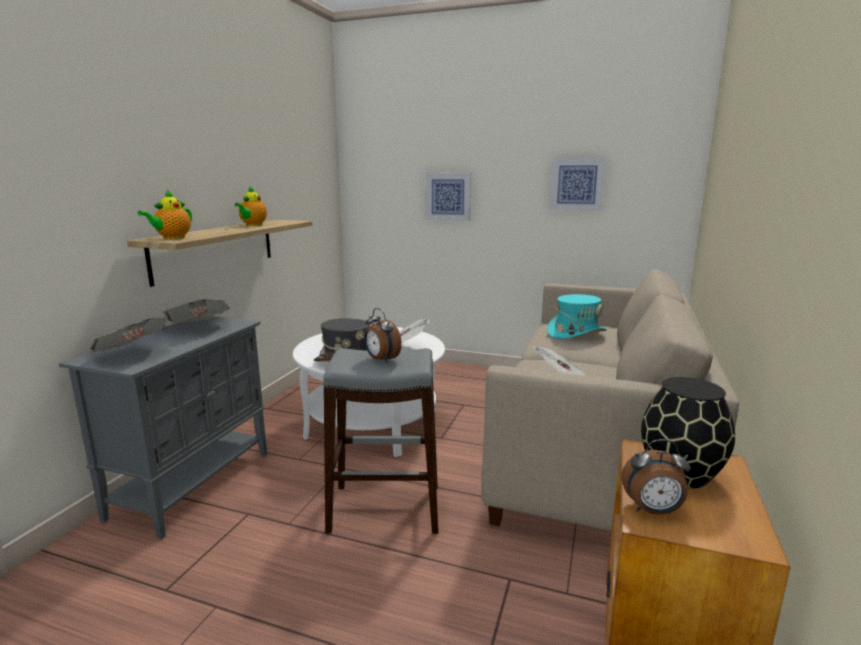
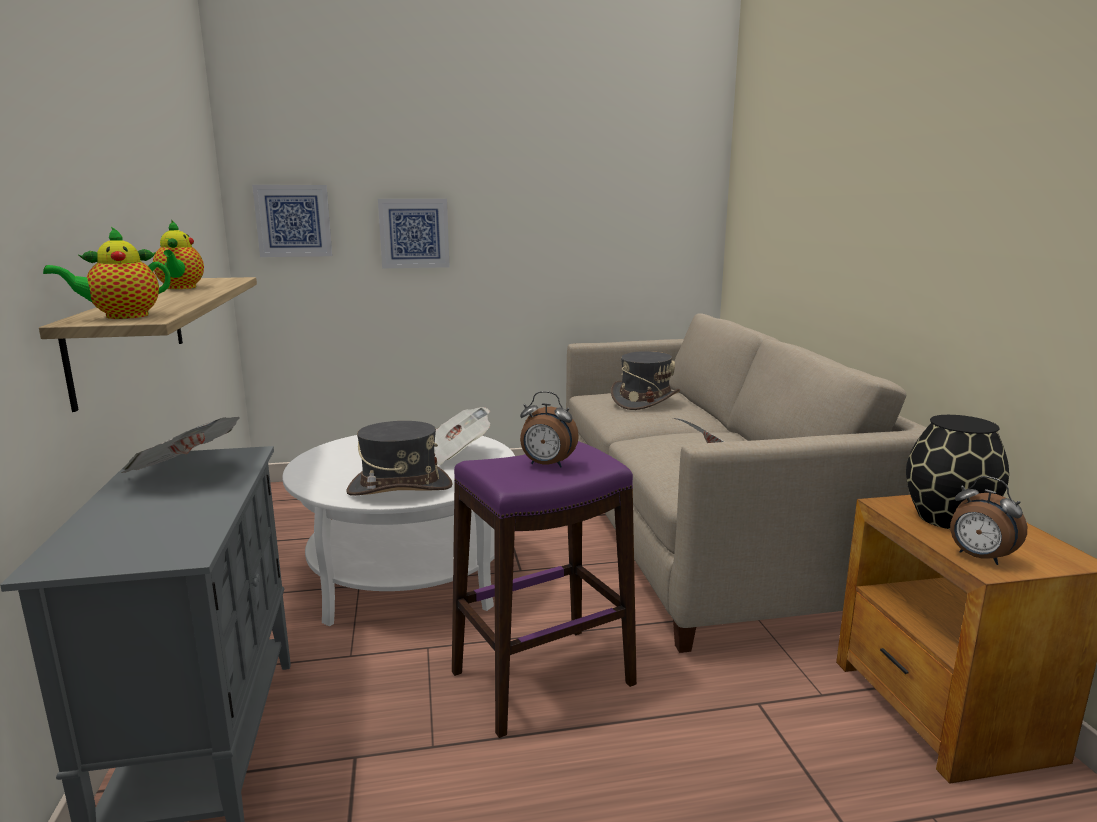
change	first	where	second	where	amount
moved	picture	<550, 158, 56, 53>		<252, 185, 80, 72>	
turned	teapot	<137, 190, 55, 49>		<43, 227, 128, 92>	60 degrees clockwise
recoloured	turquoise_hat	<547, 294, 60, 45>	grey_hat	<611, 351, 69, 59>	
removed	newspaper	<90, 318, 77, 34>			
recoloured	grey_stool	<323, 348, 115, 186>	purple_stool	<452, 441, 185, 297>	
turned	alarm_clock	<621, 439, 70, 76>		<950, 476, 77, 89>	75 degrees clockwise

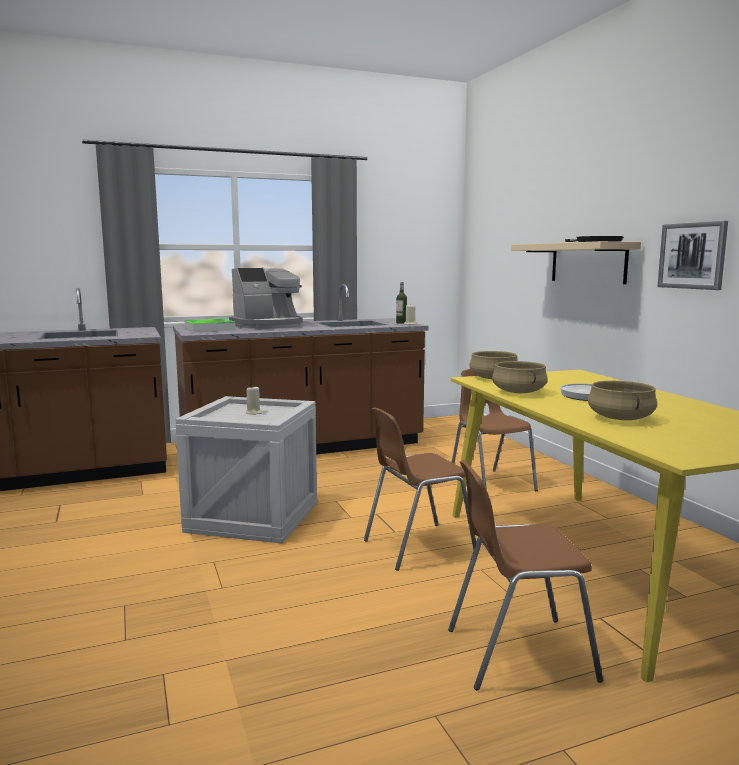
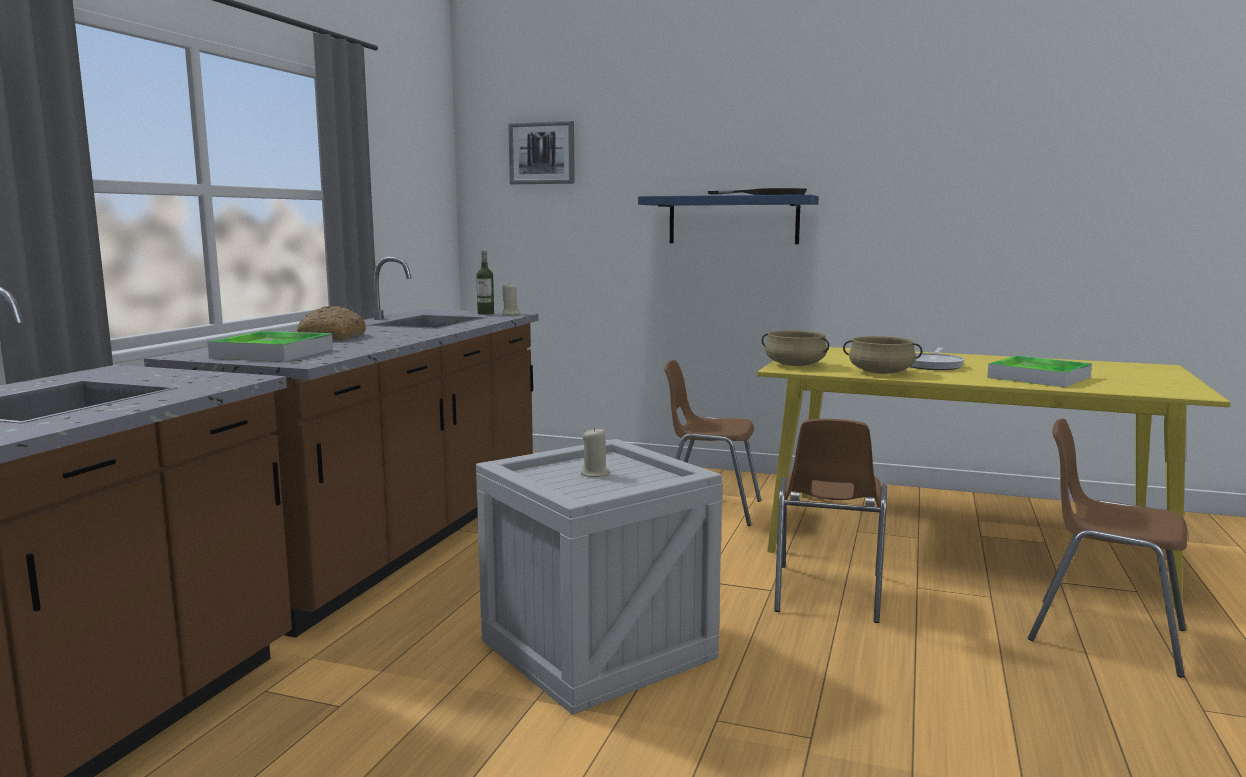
change	first	where	second	where	amount
moved	picture	<657, 221, 71, 69>		<508, 121, 67, 63>	
recoloured	beige_shelf	<511, 241, 130, 43>	blue_shelf	<638, 195, 181, 49>	
replaced	coffee_machine	<229, 268, 74, 61>	bread	<297, 306, 69, 34>	
replaced	beige_cooking_pot	<588, 381, 69, 39>	tray	<987, 356, 105, 32>	
turned	brown_chair	<448, 460, 155, 231>		<1028, 419, 160, 259>	90 degrees clockwise

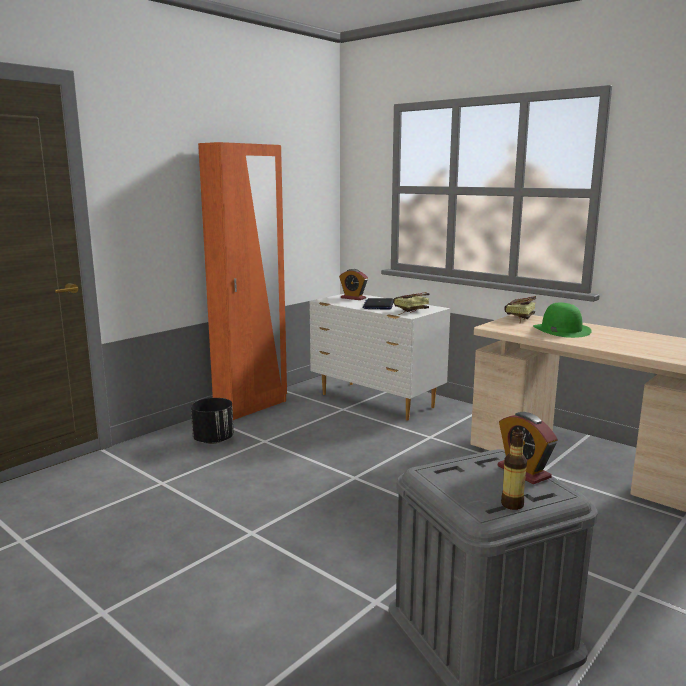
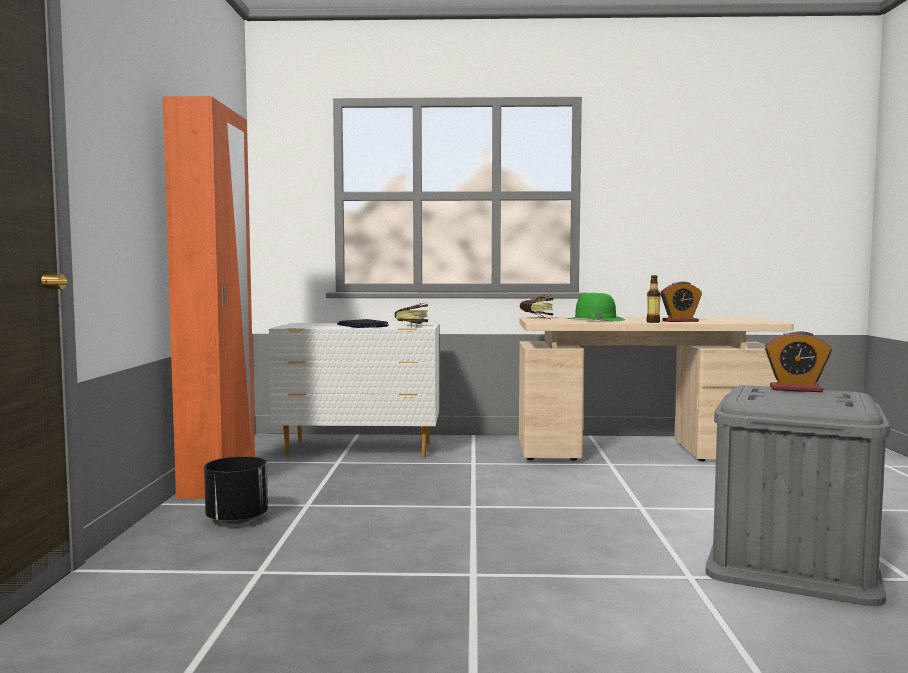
change	first	where	second	where	amount
moved	alarm_clock	<339, 269, 29, 31>		<661, 282, 41, 40>	
moved	bottle	<501, 429, 26, 81>		<646, 275, 14, 48>	

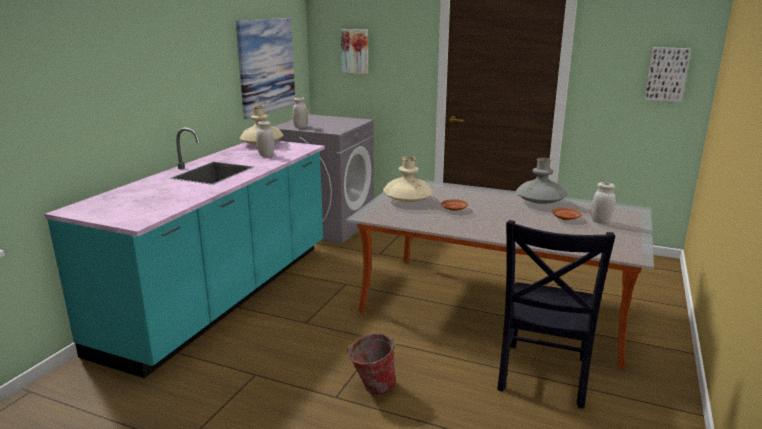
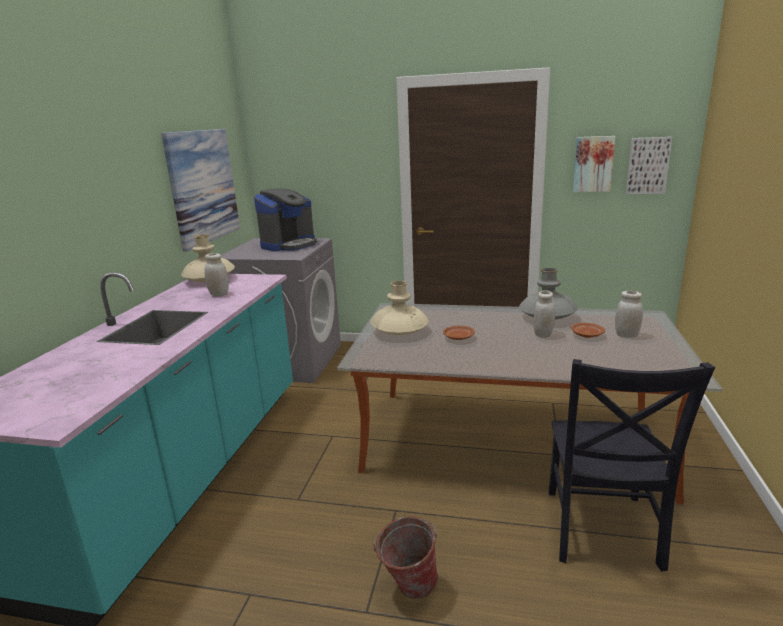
change	first	where	second	where	amount
moved	picture	<341, 29, 27, 45>		<573, 136, 42, 56>	
moved	white_jar	<293, 97, 15, 31>		<534, 290, 21, 48>	
added			coffee_machine	<254, 189, 63, 63>	

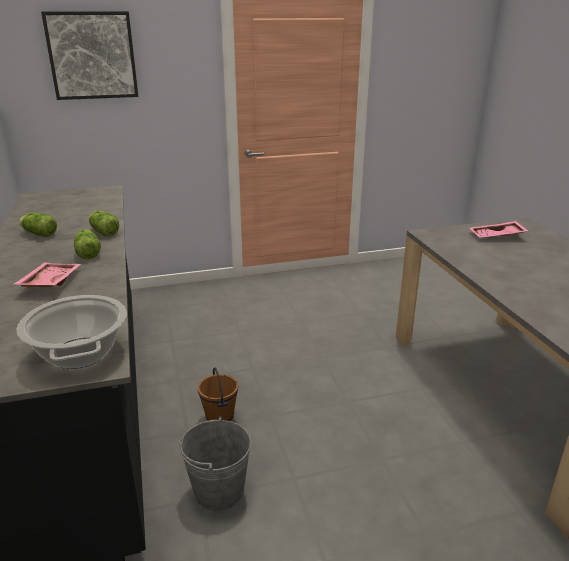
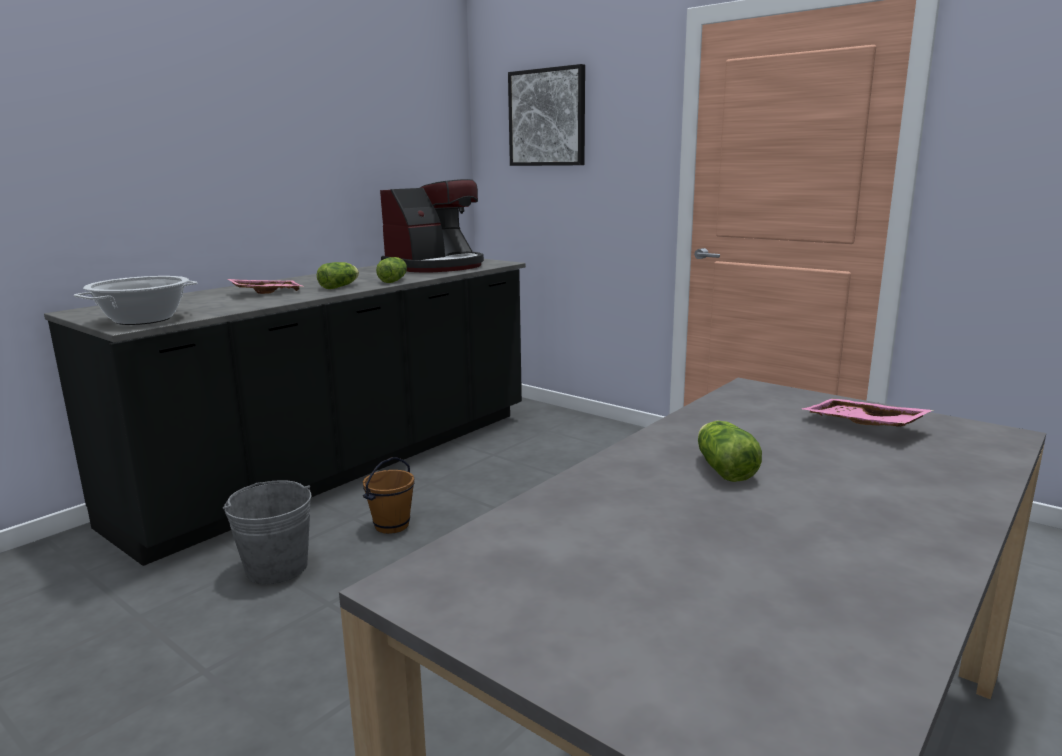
change	first	where	second	where	amount
moved	lettuce	<19, 213, 38, 24>		<698, 421, 64, 61>	
added			coffee_machine	<380, 179, 104, 93>	

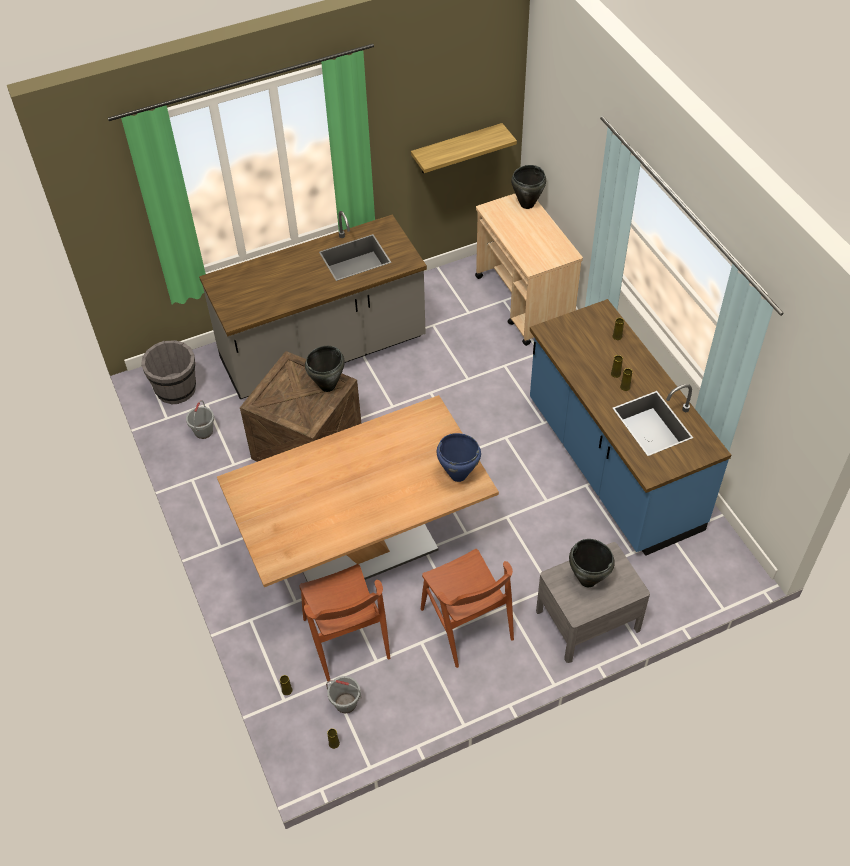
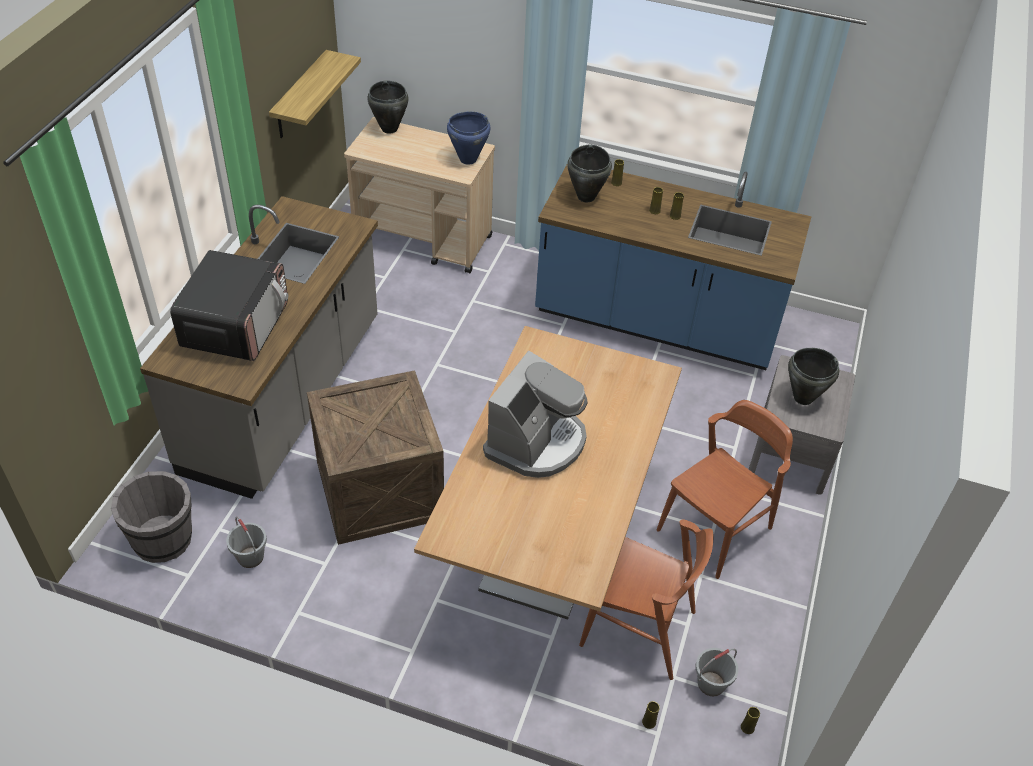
change	first	where	second	where	amount
moved	black_cooking_pot	<305, 346, 40, 46>		<567, 145, 45, 57>	
moved	blue_cooking_pot	<437, 433, 44, 49>		<447, 112, 44, 53>	
turned	brown_chair	<421, 549, 93, 119>		<657, 400, 136, 179>	60 degrees counterclockwise
added			microwave	<170, 250, 118, 111>	
added			coffee_machine	<483, 351, 105, 127>	

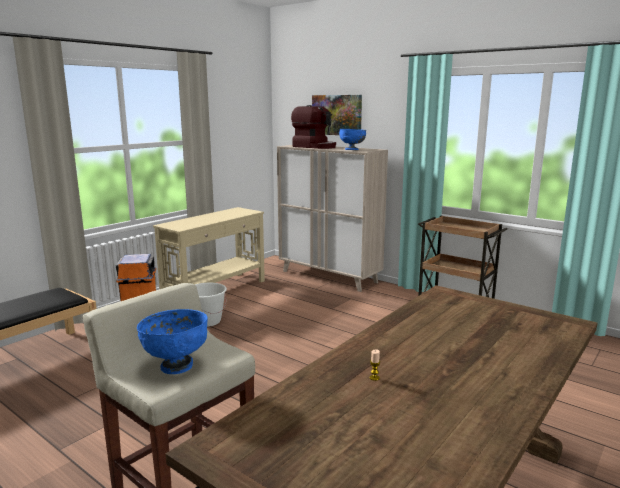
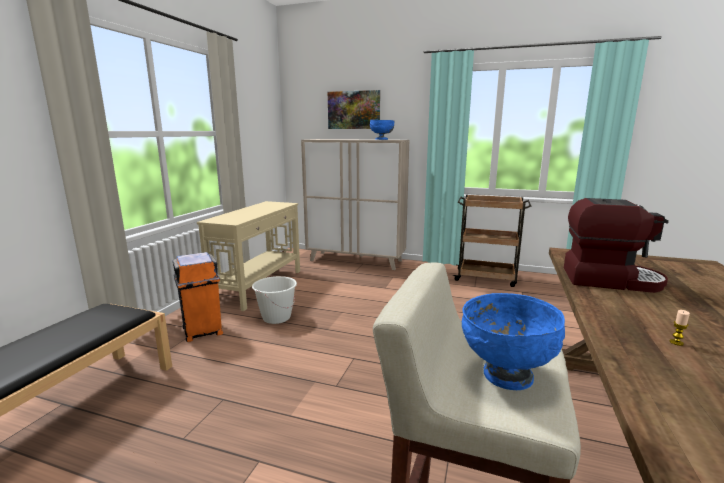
change	first	where	second	where	amount
moved	coffee_machine	<291, 105, 45, 44>		<564, 198, 105, 95>	

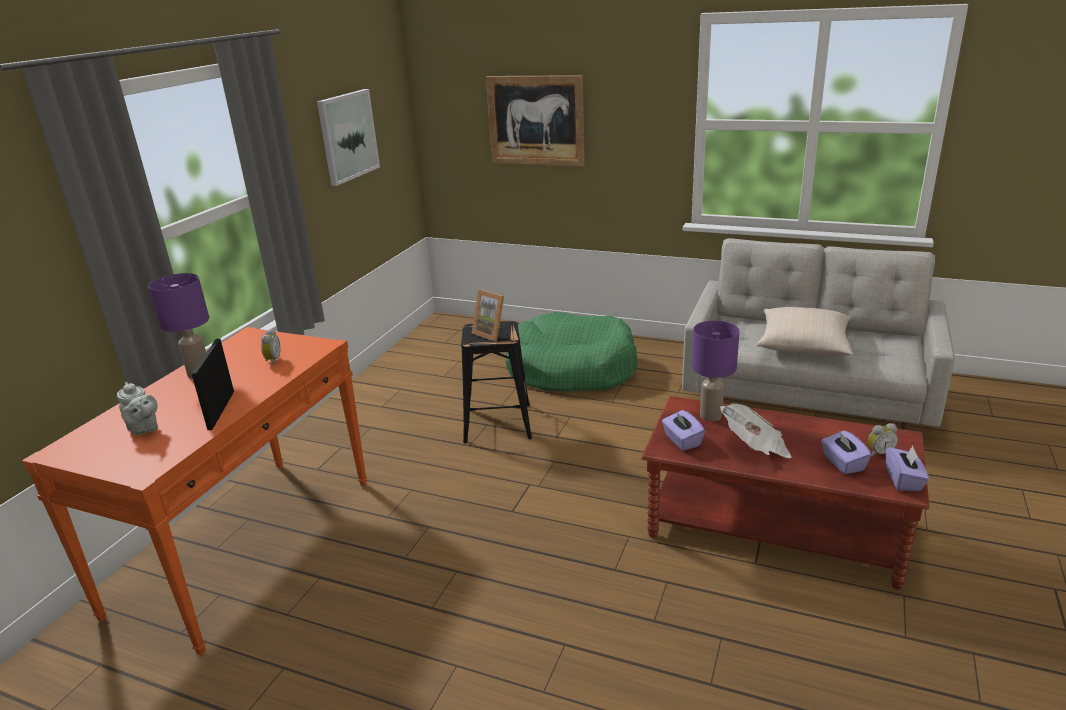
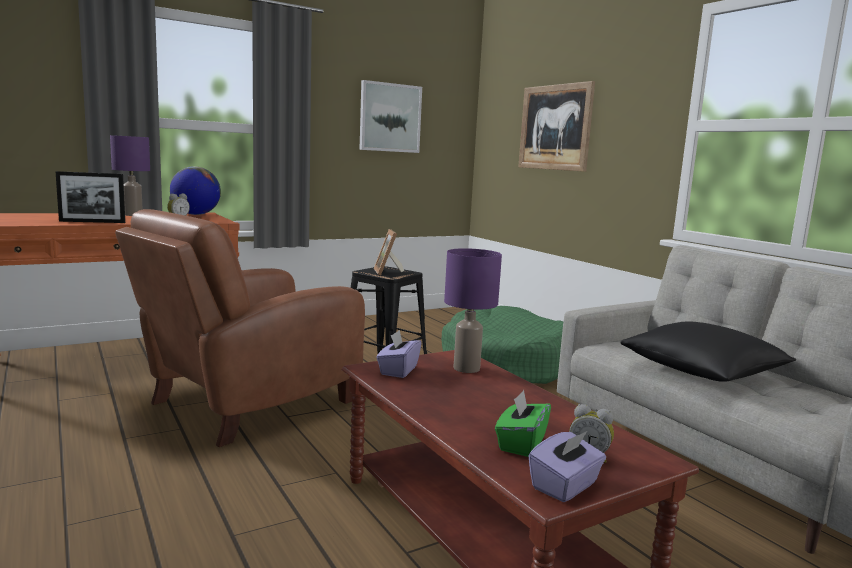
change	first	where	second	where	amount
recoloured	beige_pillow	<757, 307, 96, 48>	black_pillow	<620, 321, 176, 61>	
turned	picture_frame	<192, 339, 42, 91>		<55, 171, 70, 52>	135 degrees counterclockwise
removed	grey_teapot	<117, 382, 41, 53>			
removed	newspaper	<720, 403, 71, 55>			
recoloured	purple_tissue_box	<821, 431, 51, 43>	green_tissue_box	<495, 390, 56, 67>	
added			globe	<170, 166, 51, 49>	
added			brown_armchair	<115, 209, 250, 238>	

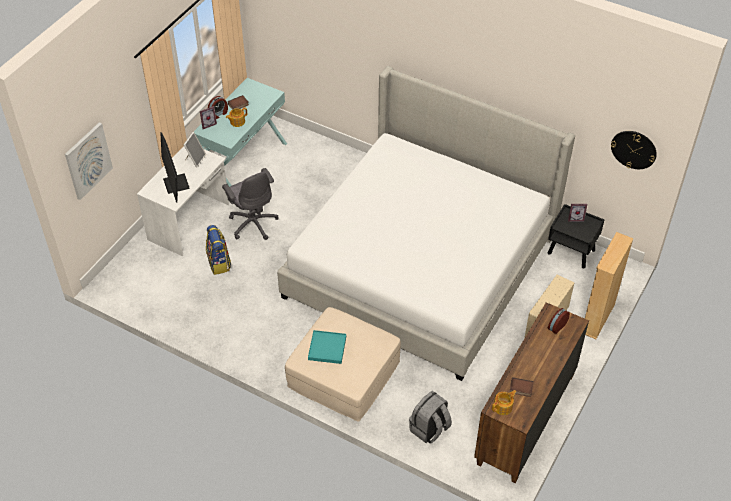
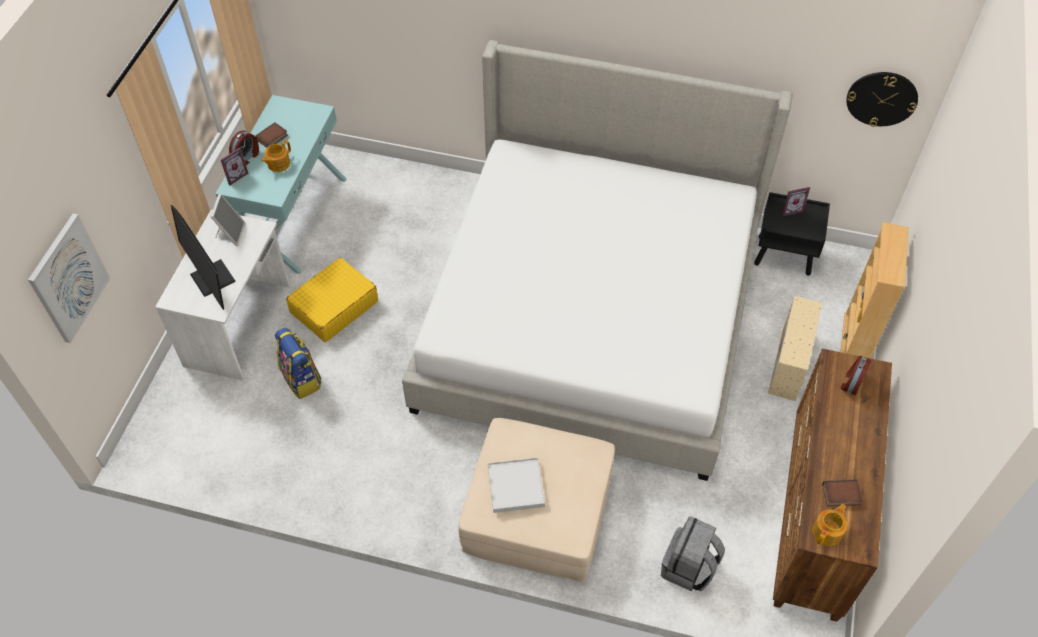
change	first	where	second	where	amount
replaced	grey_office_chair	<222, 168, 57, 72>	yellow_suitcase	<286, 258, 92, 84>	
recoloured	turquoise_tray	<308, 330, 38, 34>	white_tray	<488, 457, 57, 56>	

